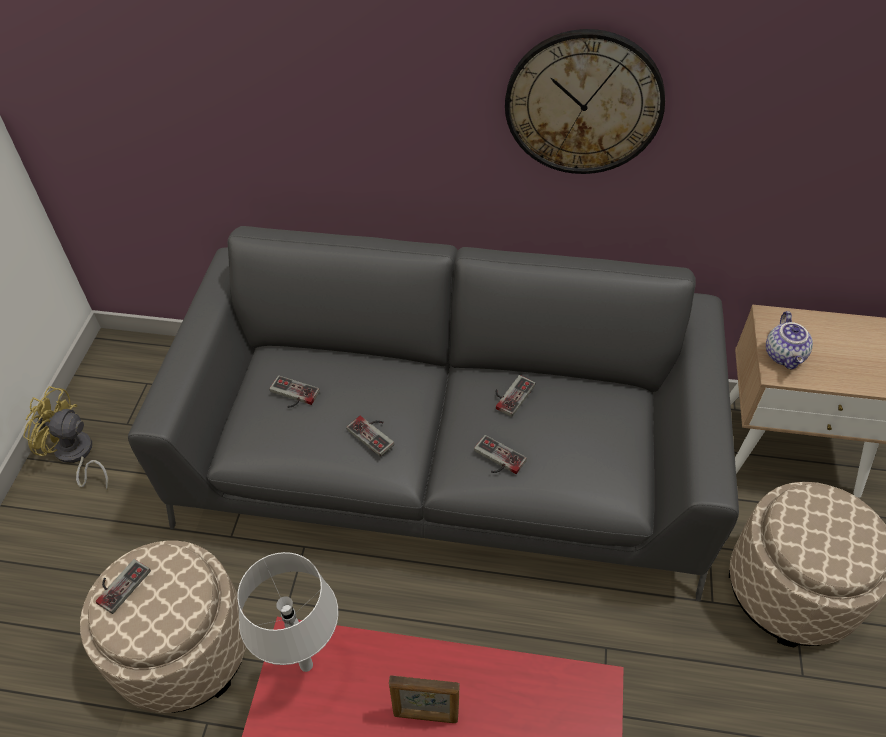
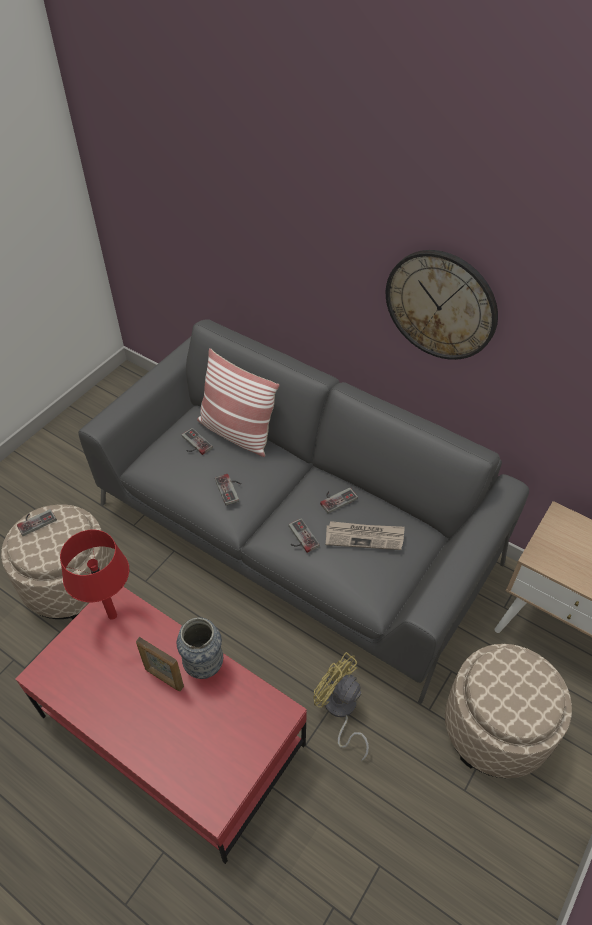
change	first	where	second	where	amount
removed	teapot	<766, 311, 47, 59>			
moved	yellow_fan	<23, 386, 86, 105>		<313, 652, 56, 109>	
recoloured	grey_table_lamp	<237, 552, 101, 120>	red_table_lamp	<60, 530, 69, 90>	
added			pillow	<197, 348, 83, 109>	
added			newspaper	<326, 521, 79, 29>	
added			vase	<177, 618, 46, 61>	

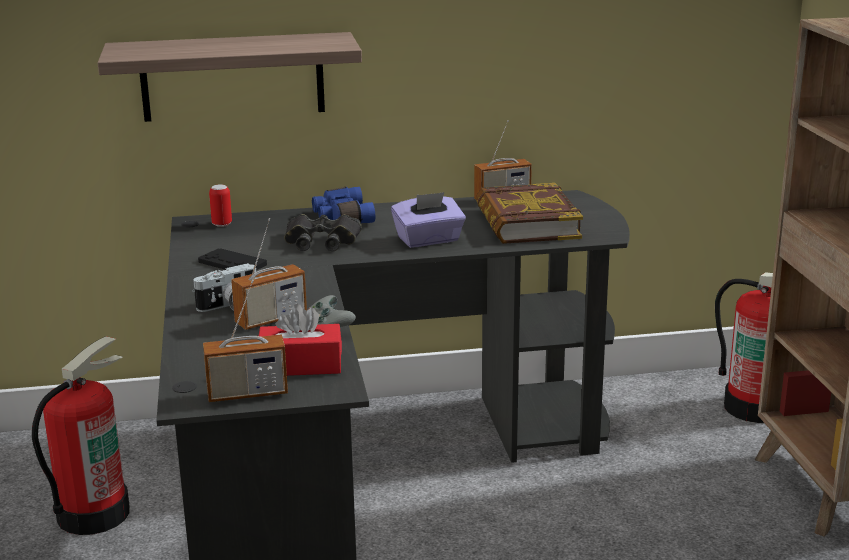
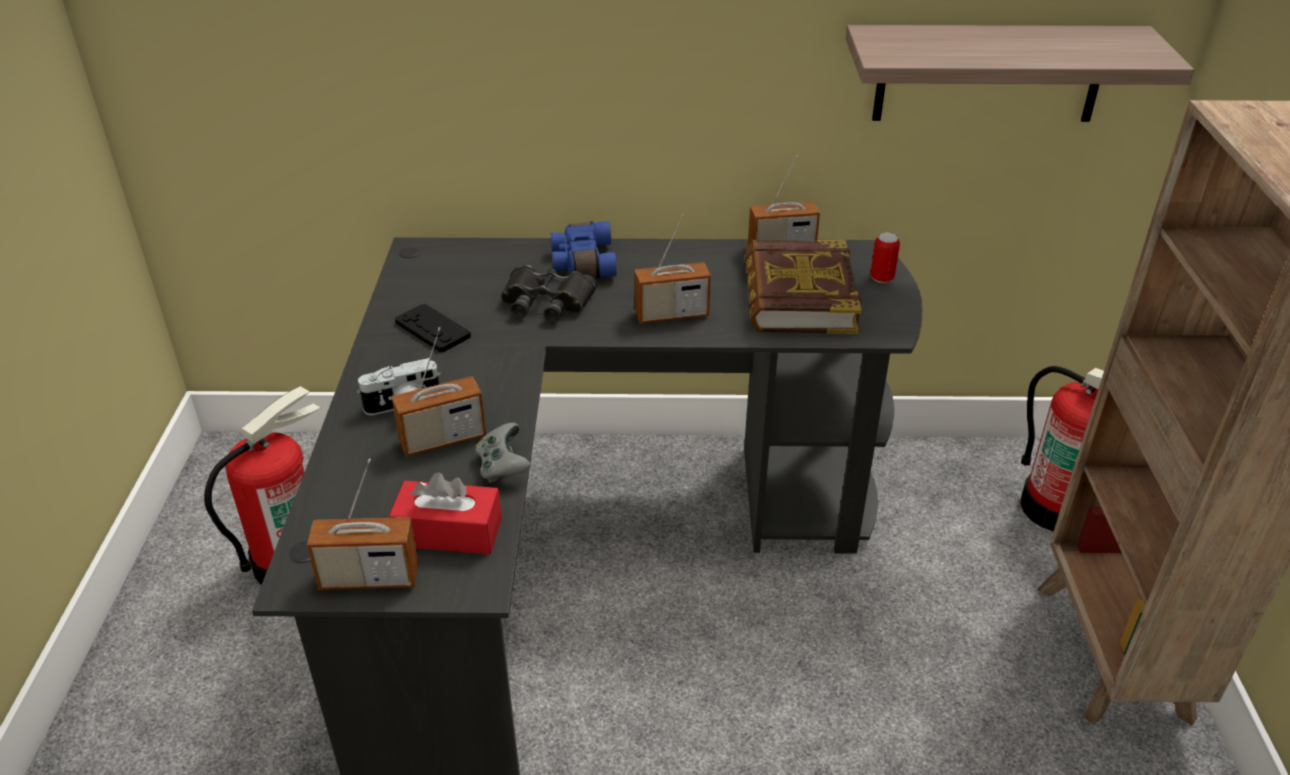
change	first	where	second	where	amount
moved	shelf	<98, 32, 264, 90>		<845, 25, 349, 97>	
moved	can	<209, 184, 23, 43>		<870, 233, 30, 50>	
replaced	purple_tissue_box	<391, 192, 75, 56>	radio	<635, 214, 76, 109>	

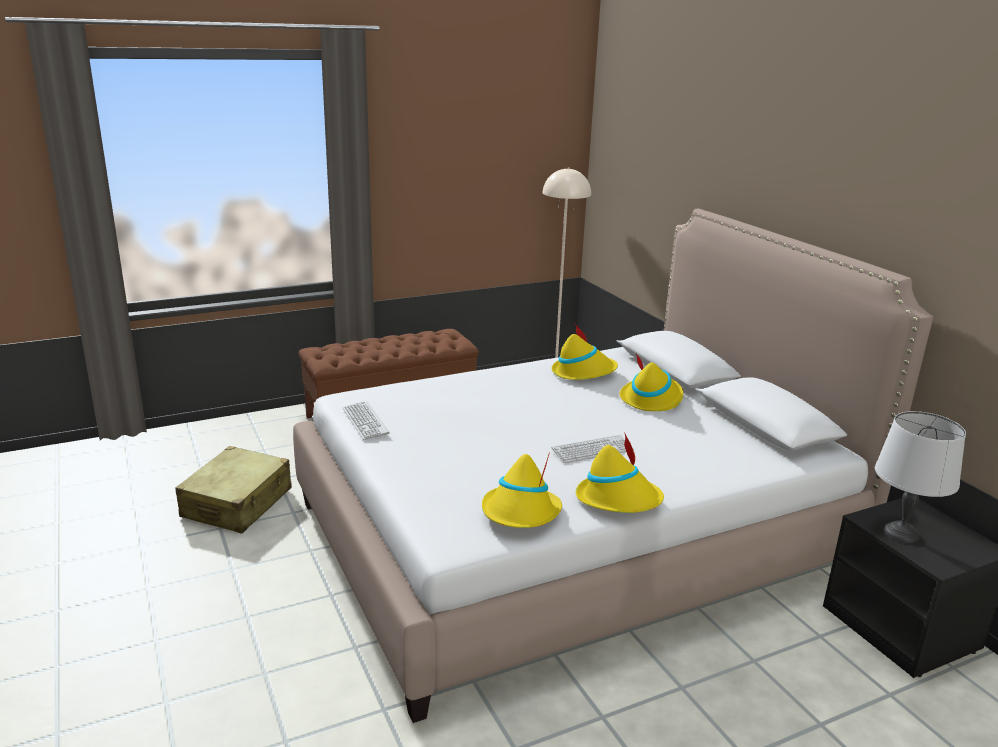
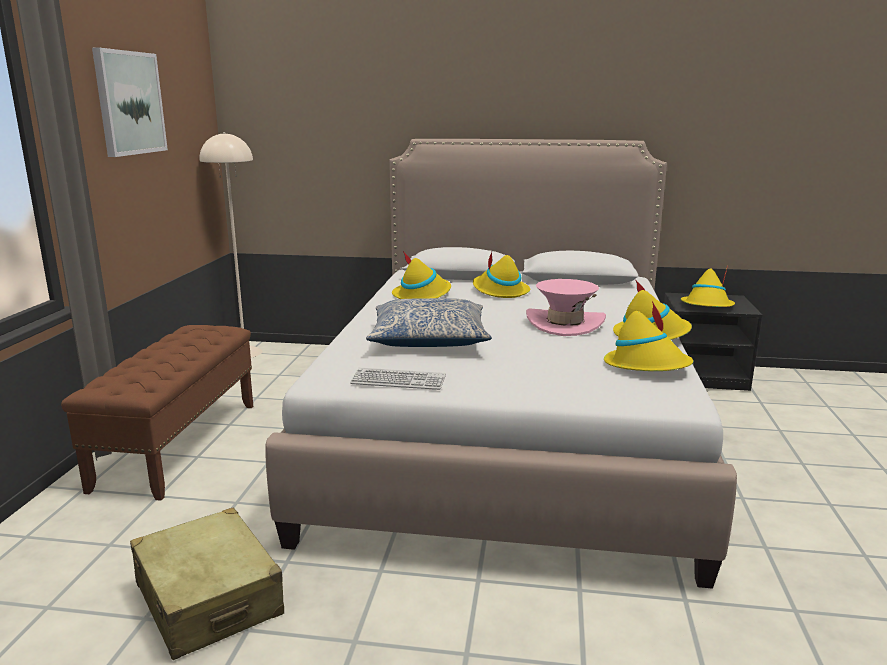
change	first	where	second	where	amount
replaced	grey_table_lamp	<875, 411, 91, 132>	yellow_hat	<681, 265, 54, 42>	
replaced	keyboard	<552, 435, 82, 28>	pink_hat	<526, 279, 80, 57>	
added			picture	<92, 48, 76, 109>	
added			pillow	<366, 298, 126, 49>	

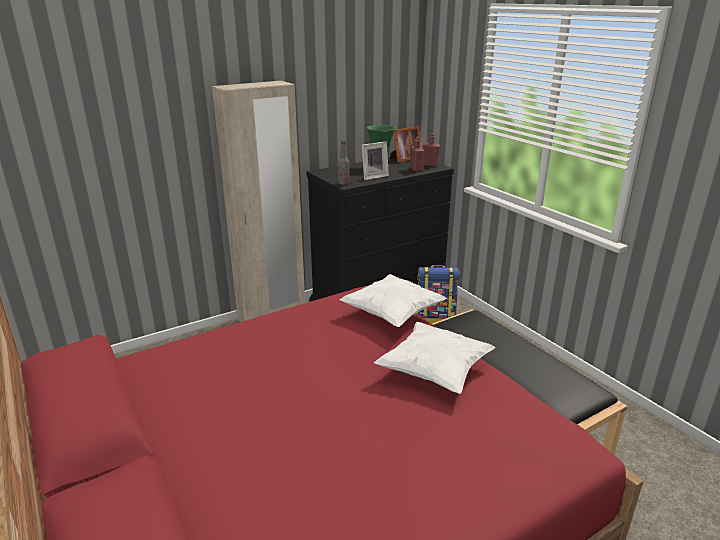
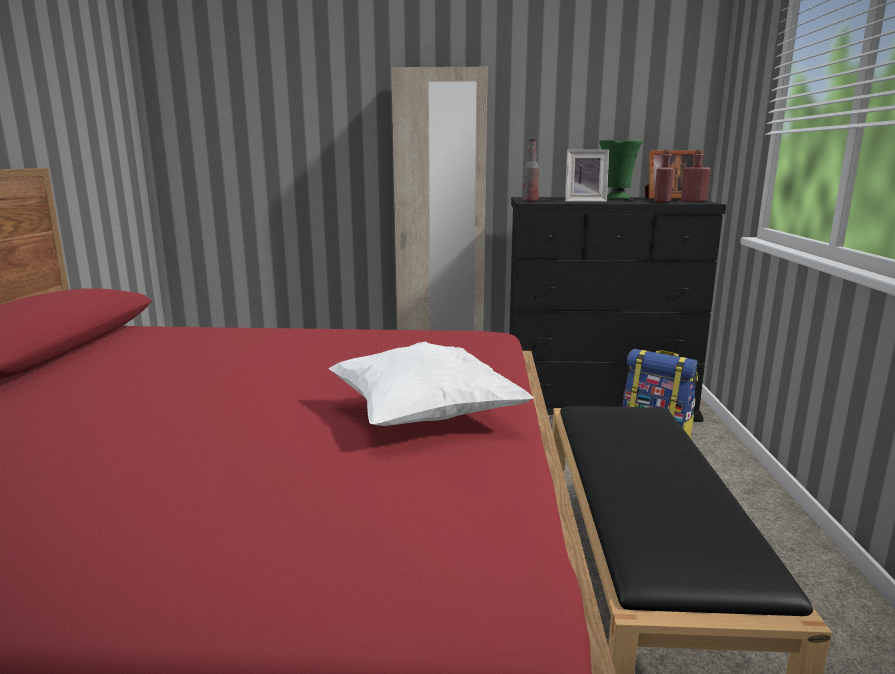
change	first	where	second	where	amount
removed	white_pillow	<339, 274, 108, 53>			

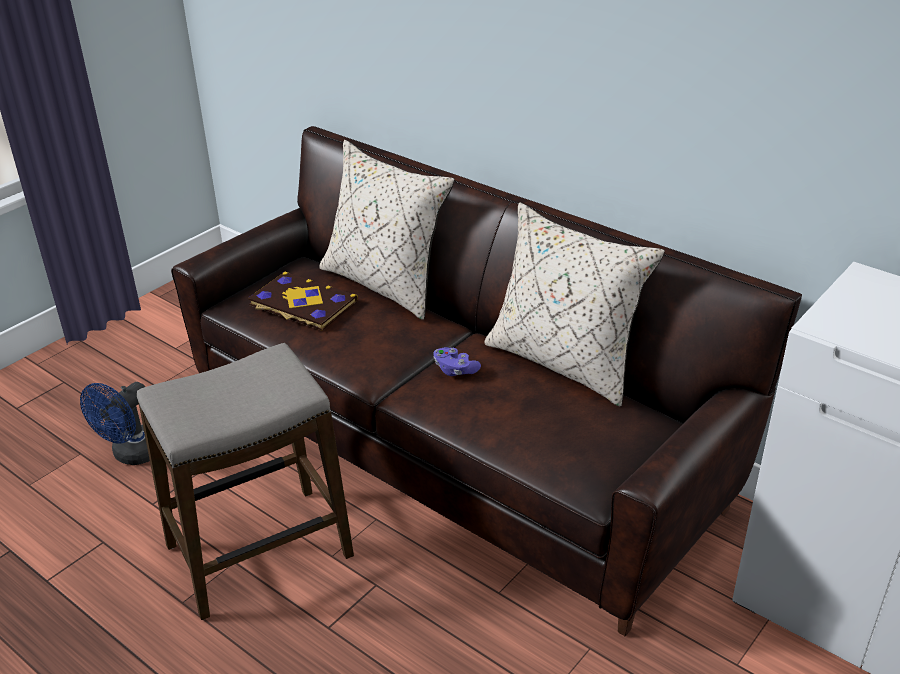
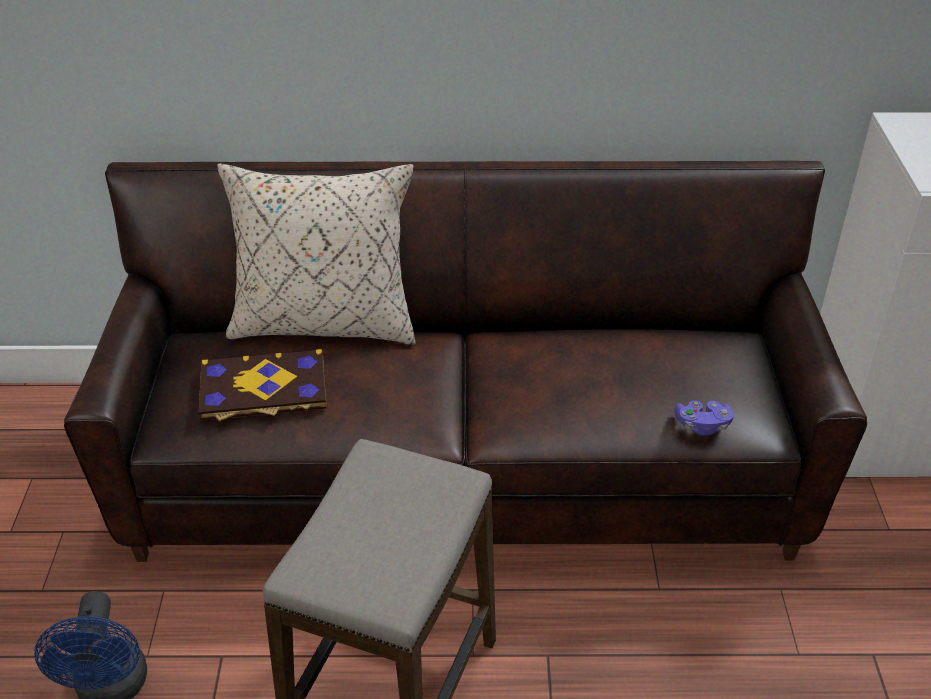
change	first	where	second	where	amount
removed	beige_pillow	<484, 202, 181, 205>			
moved	purple_game_controller	<433, 347, 48, 29>		<674, 400, 60, 36>	

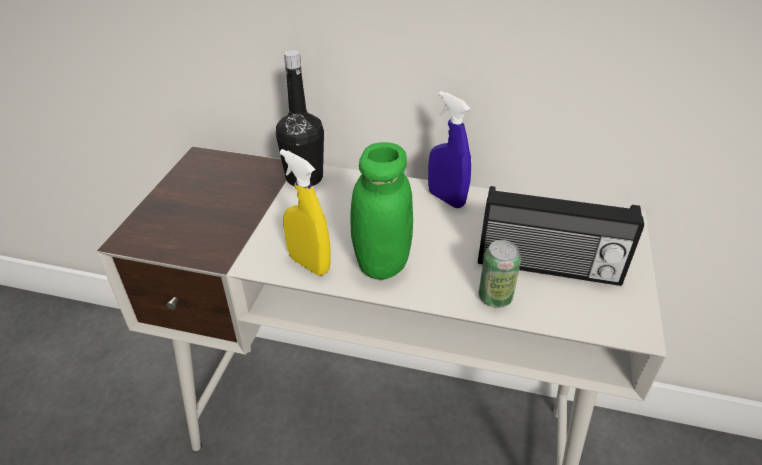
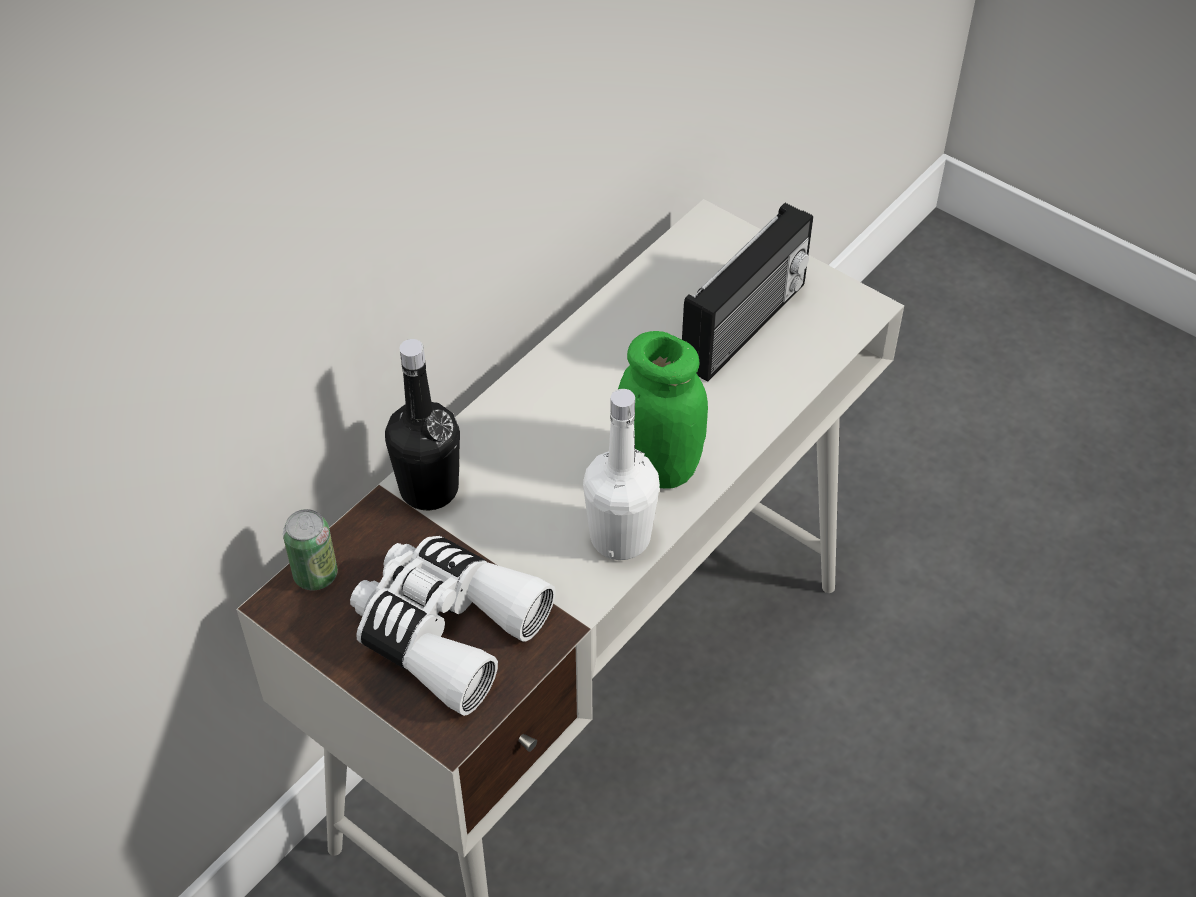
change	first	where	second	where	amount
removed	blue_spray_bottle	<428, 91, 43, 117>			
replaced	yellow_spray_bottle	<280, 149, 51, 126>	white_bottle	<583, 389, 77, 171>	
moved	can	<479, 240, 42, 68>		<283, 509, 55, 81>	
added			white_binoculars	<350, 536, 206, 180>	

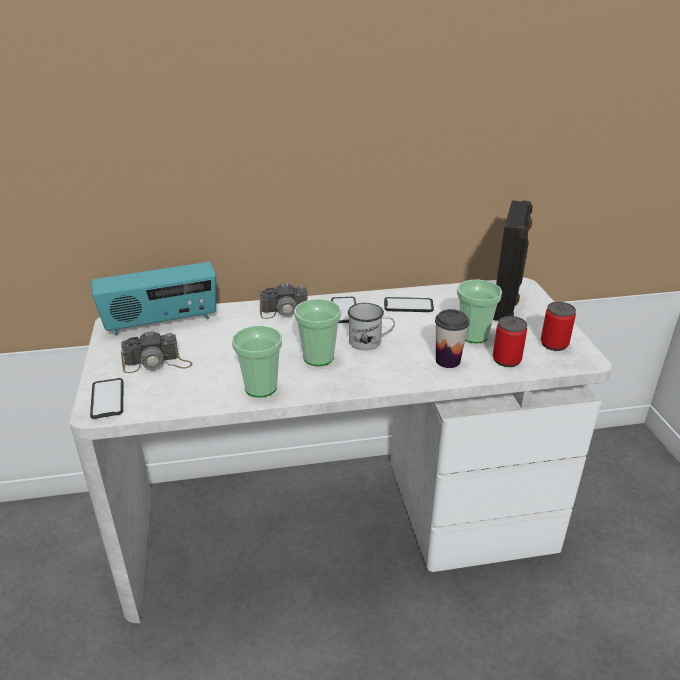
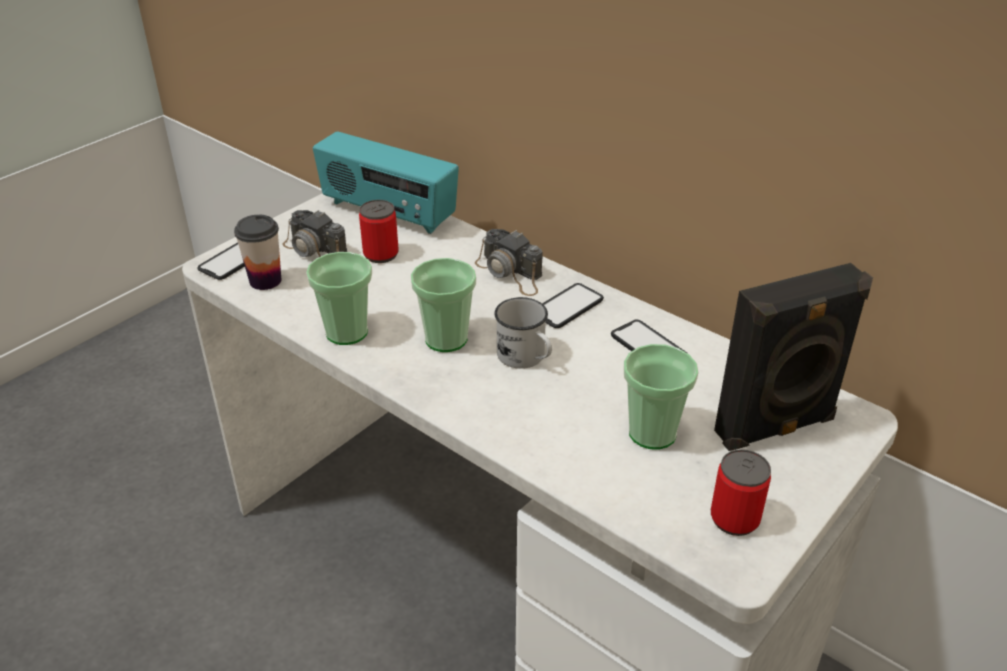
change	first	where	second	where	amount
moved	cup	<435, 309, 34, 59>		<234, 215, 47, 75>	
moved	can	<493, 316, 34, 51>		<359, 200, 40, 63>	

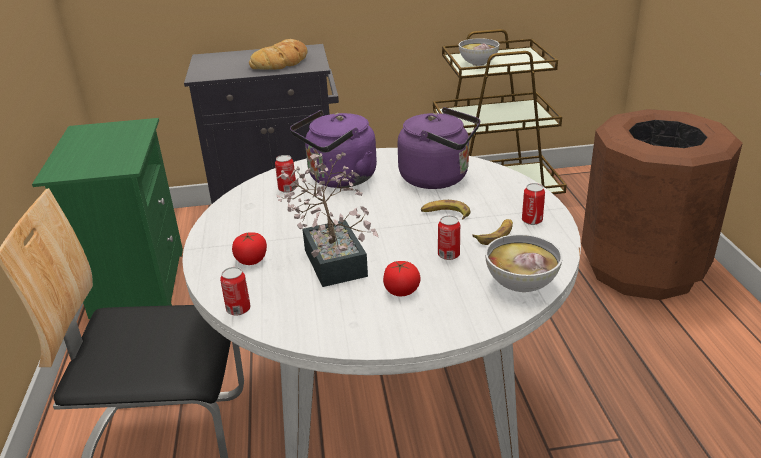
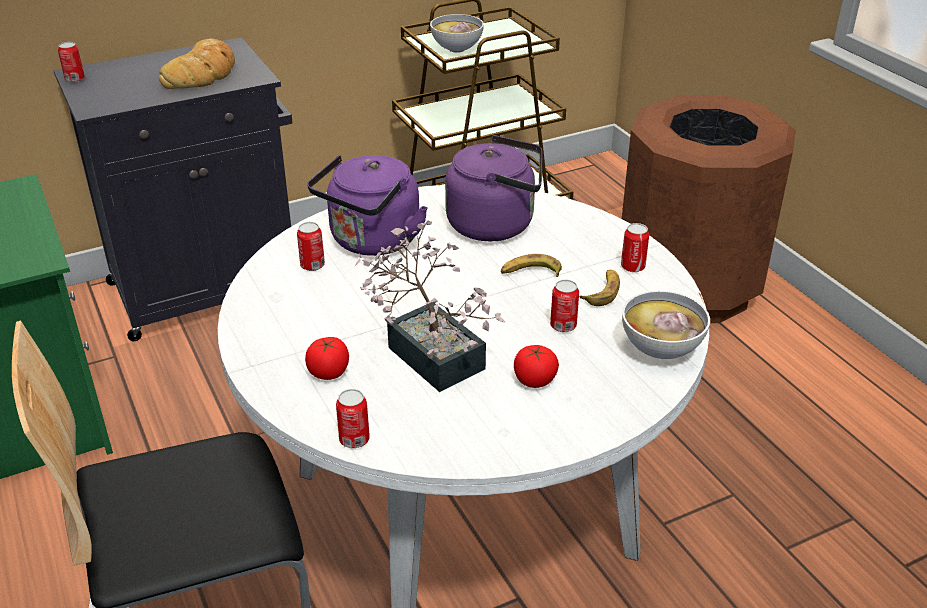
change	first	where	second	where	amount
added			can	<58, 42, 27, 40>	

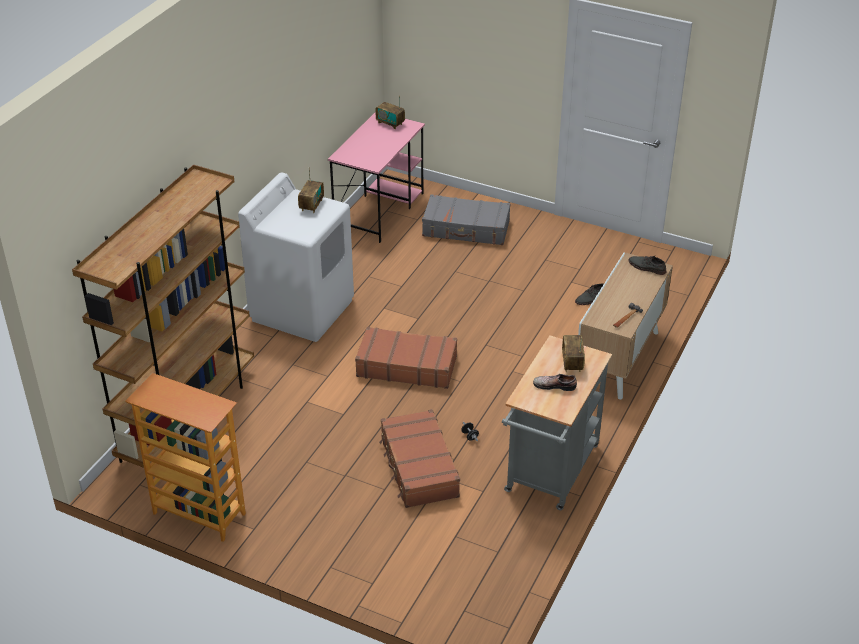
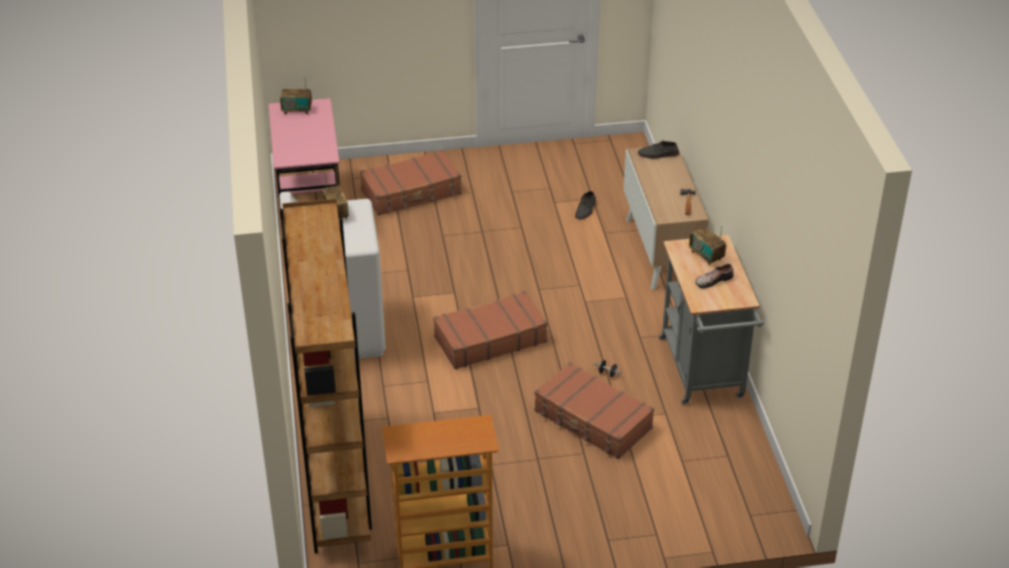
change	first	where	second	where	amount
recoloured	grey_suitcase	<422, 195, 89, 50>	brown_suitcase	<360, 150, 102, 66>	

